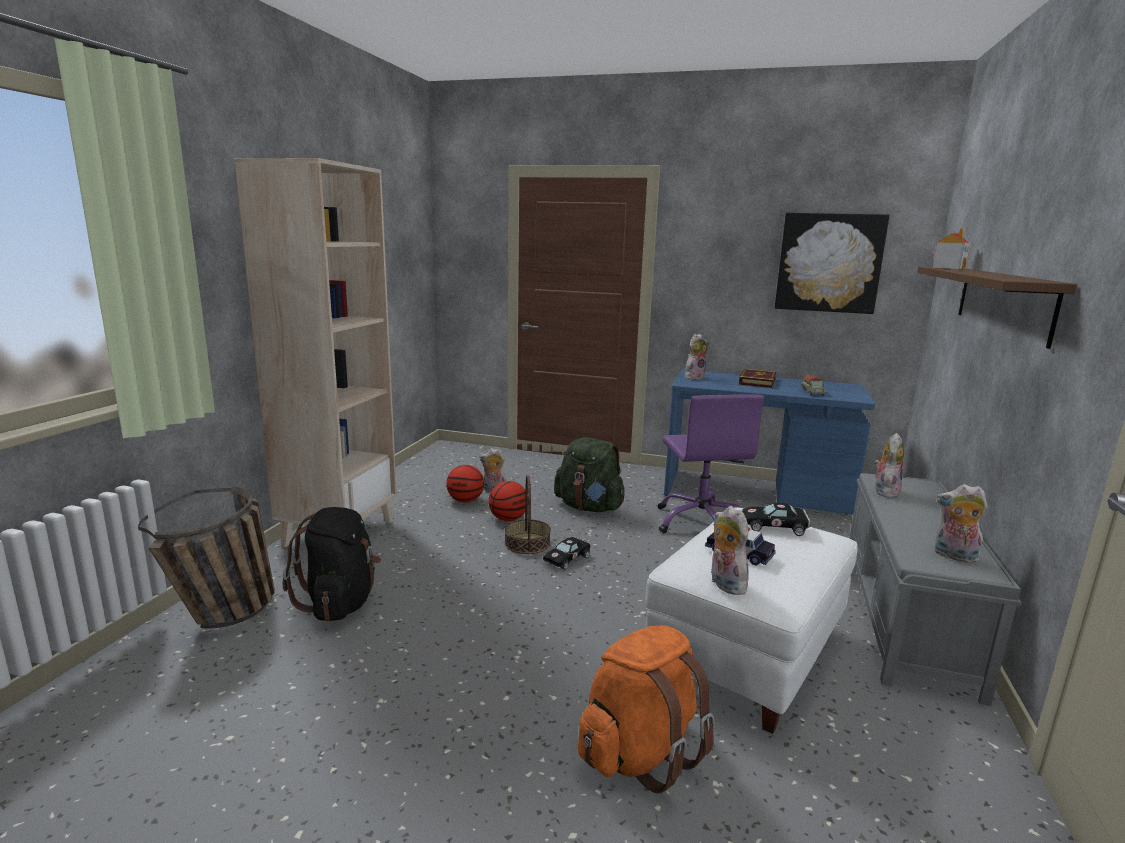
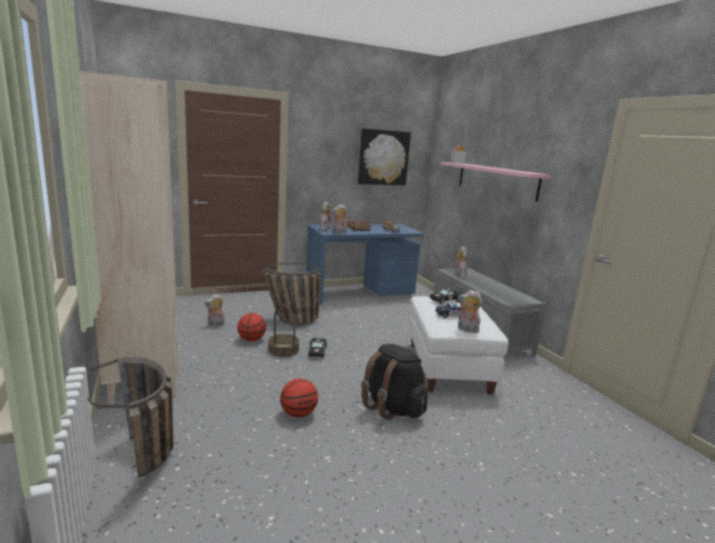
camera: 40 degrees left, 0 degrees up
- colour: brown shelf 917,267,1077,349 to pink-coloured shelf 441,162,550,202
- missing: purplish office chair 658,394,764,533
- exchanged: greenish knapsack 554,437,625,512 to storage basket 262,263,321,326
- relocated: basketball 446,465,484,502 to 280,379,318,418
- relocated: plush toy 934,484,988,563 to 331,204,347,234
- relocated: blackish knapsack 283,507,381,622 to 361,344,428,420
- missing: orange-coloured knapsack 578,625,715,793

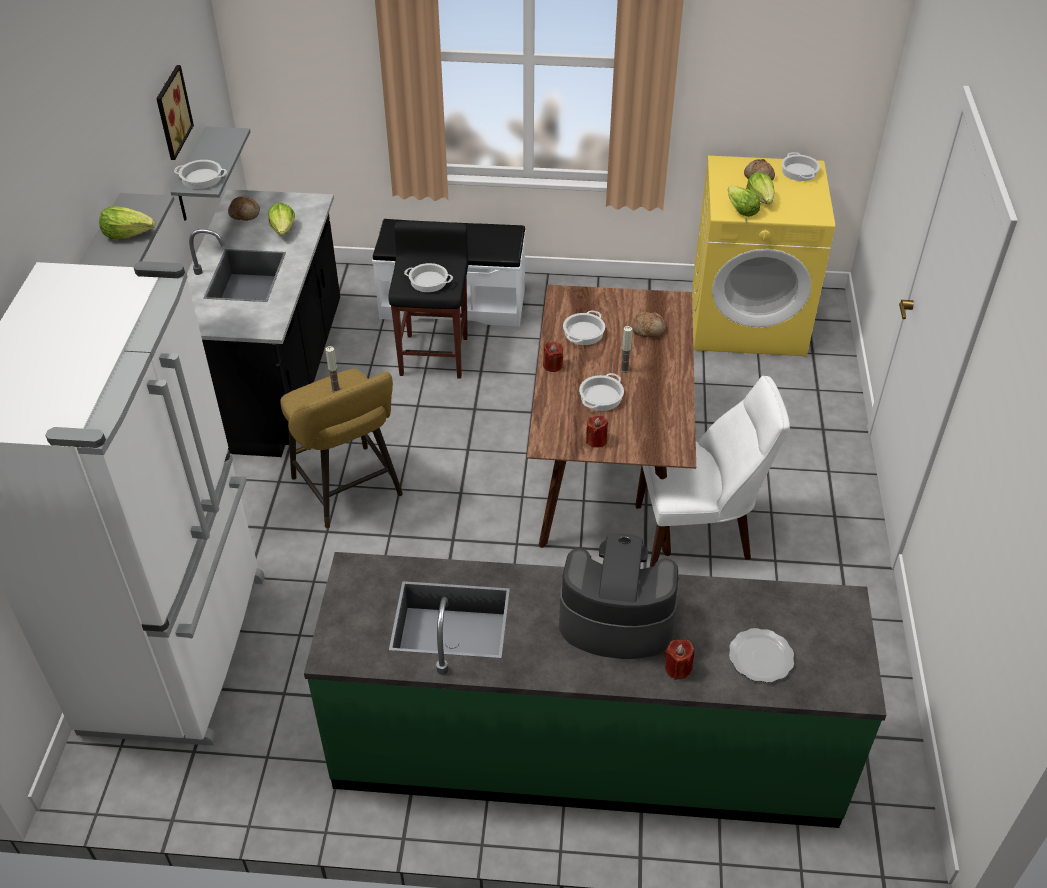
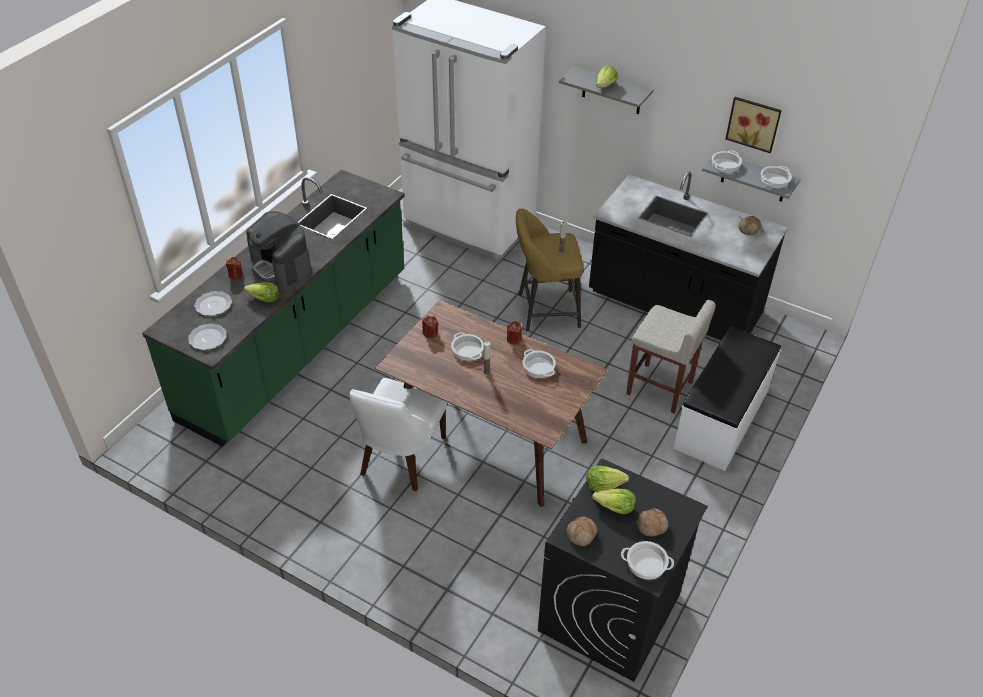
camera: 115 degrees right, 0 degrees up
- colour: yellow washing machine 692,156,835,356 to blackish washing machine 538,458,708,682
- relocated: head of lettuce 268,203,295,236 to 244,282,279,303
- colour: blackish stool seat 389,221,469,379 to beige stool seat 626,300,716,413
- relocated: saucepot 404,263,453,292 to 761,166,792,188
- relocated: baked bread 631,311,665,338 to 566,517,597,546
- spun: coffee brewer 559,533,679,659 = 246,211,311,288 105 degrees clockwise
- appeared: plate 188,323,227,350

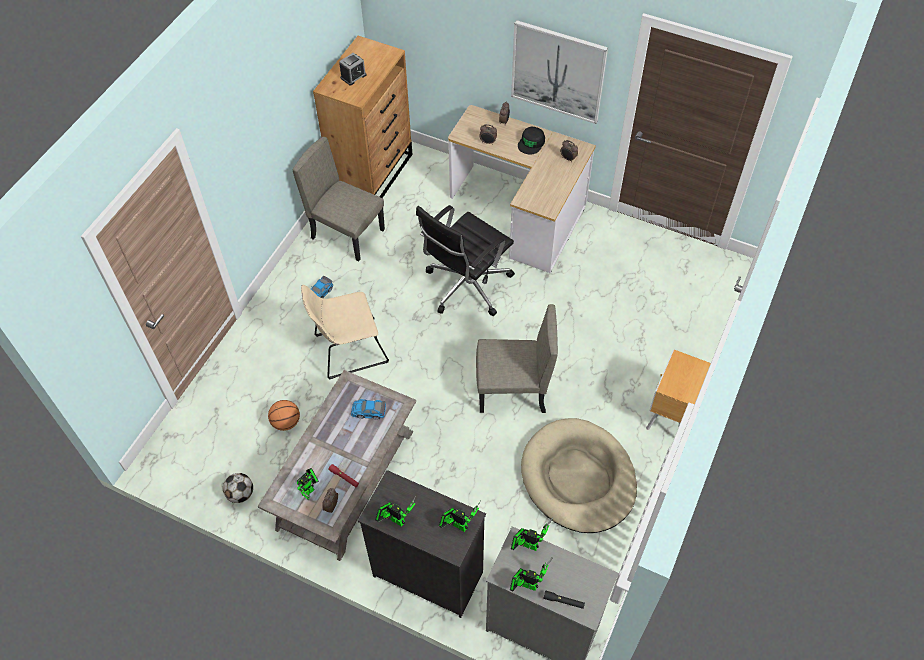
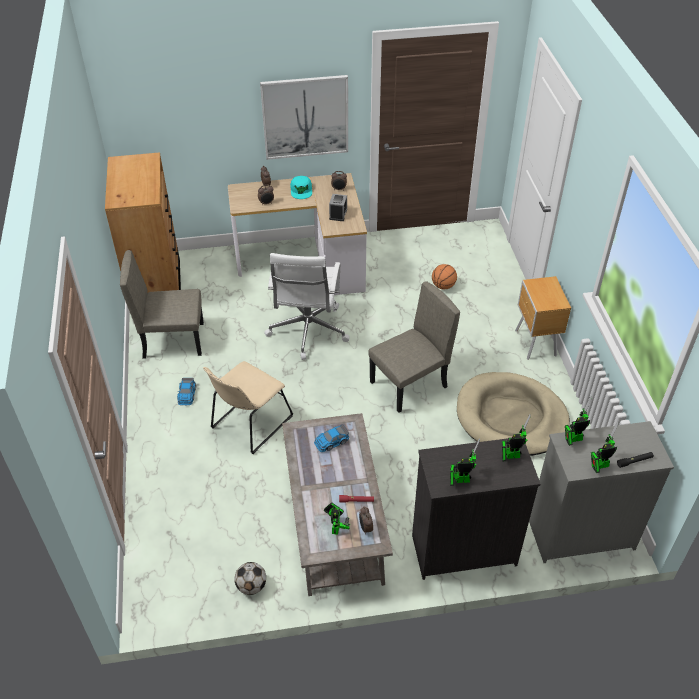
camera: 35 degrees left, 10 degrees down
- relocated: table clock 339,53,367,86 to 329,194,347,221
- colour: blackish baseball cap 518,127,545,154 to turquoise-coloured baseball cap 290,176,312,199
- colour: blackish office chair 416,205,515,316 to white office chair 264,253,350,360
- relocated: basketball 268,400,300,431 to 432,264,457,289

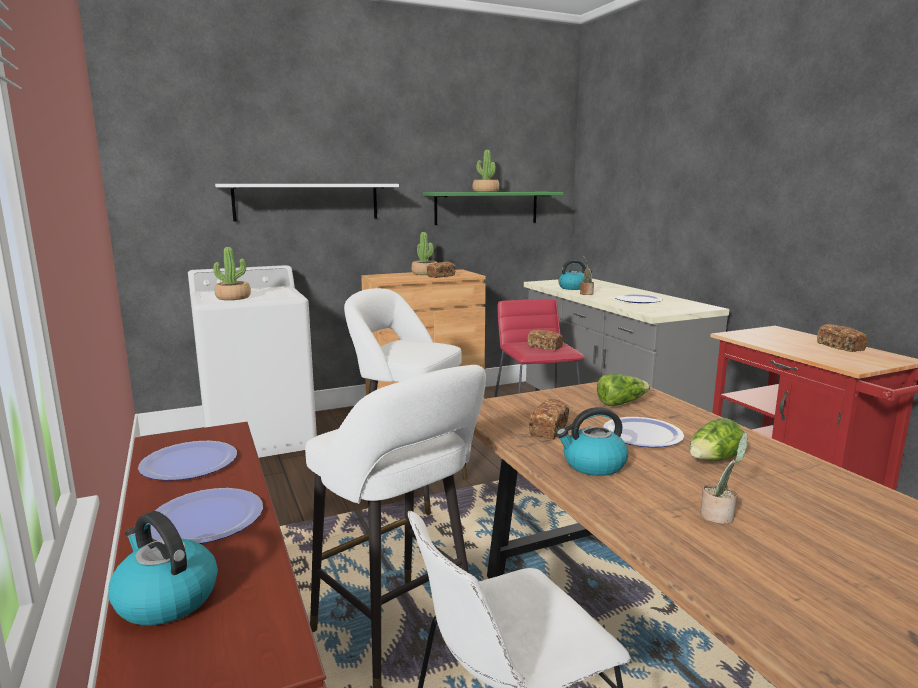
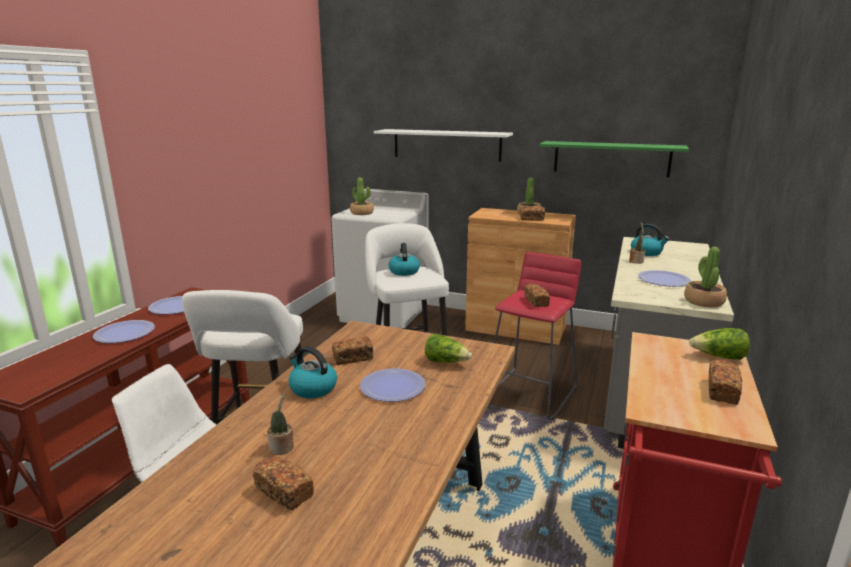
camera: 45 degrees right, 5 degrees up
- relocated: plant in a pot 473,150,499,192 to 684,247,727,307
- relocated: head of lettuce 690,418,744,461 to 689,328,750,360
- relocated: kettle 108,511,218,625 to 389,243,420,276
- appeared: baked bread 253,456,314,510

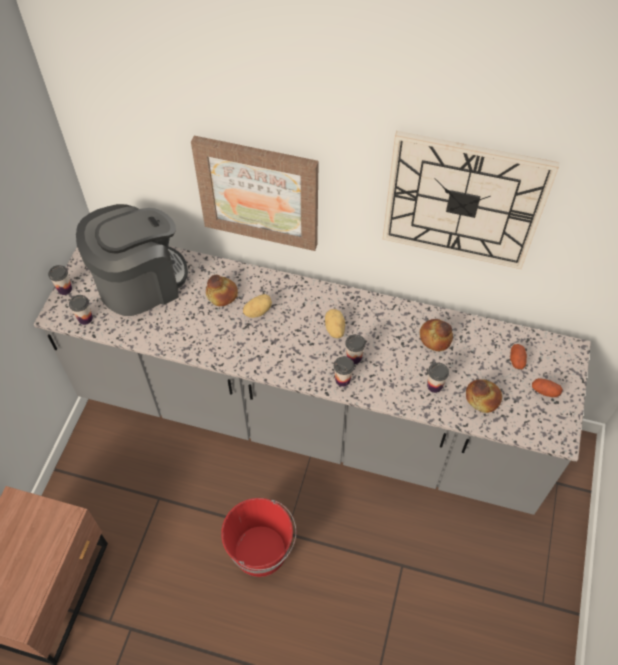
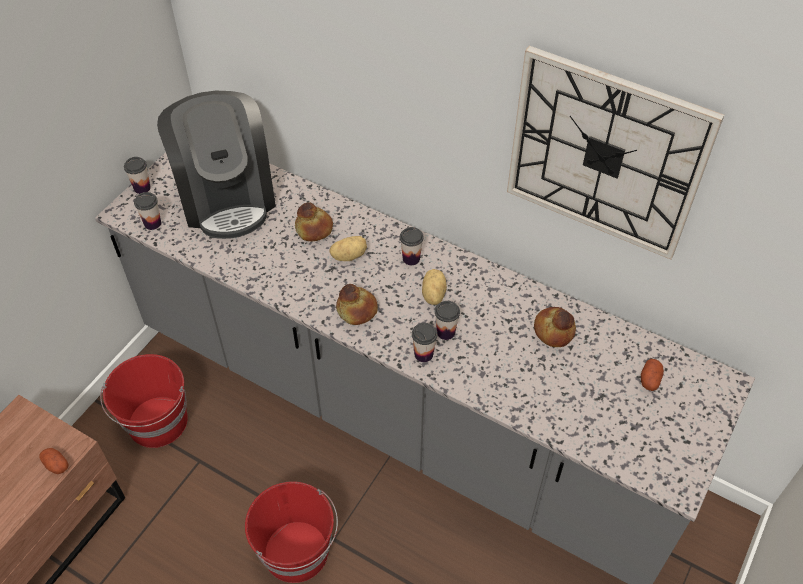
camera: 15 degrees right, 5 degrees down
- missing: picture 191,136,319,251
- spun: coffee brewer 76,204,188,316 = 157,91,276,239 90 degrees clockwise
- relocated: small cup 427,363,449,393 to 400,227,424,265
- relocated: spud 532,378,563,397 to 39,448,69,474
- relocated: baked bread 466,379,502,413 to 336,284,378,325
- appeared: red bucket 100,354,188,448

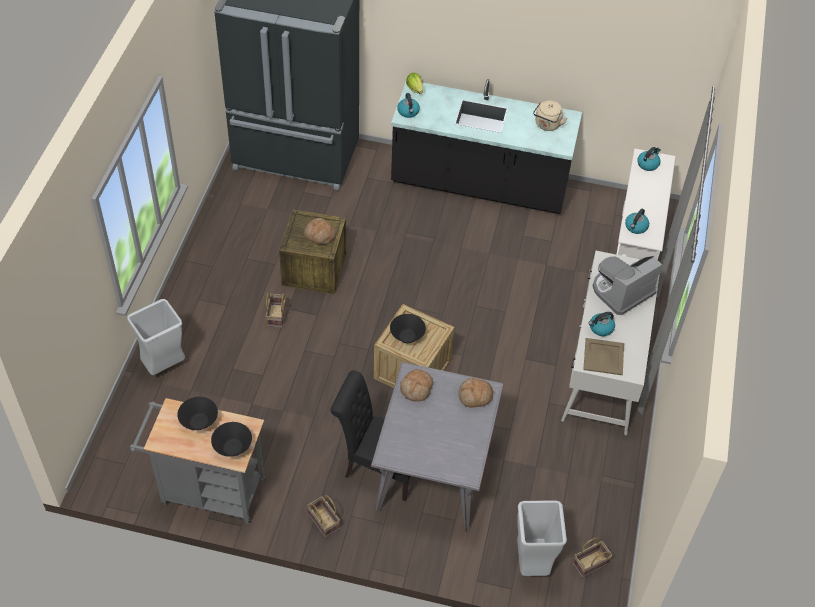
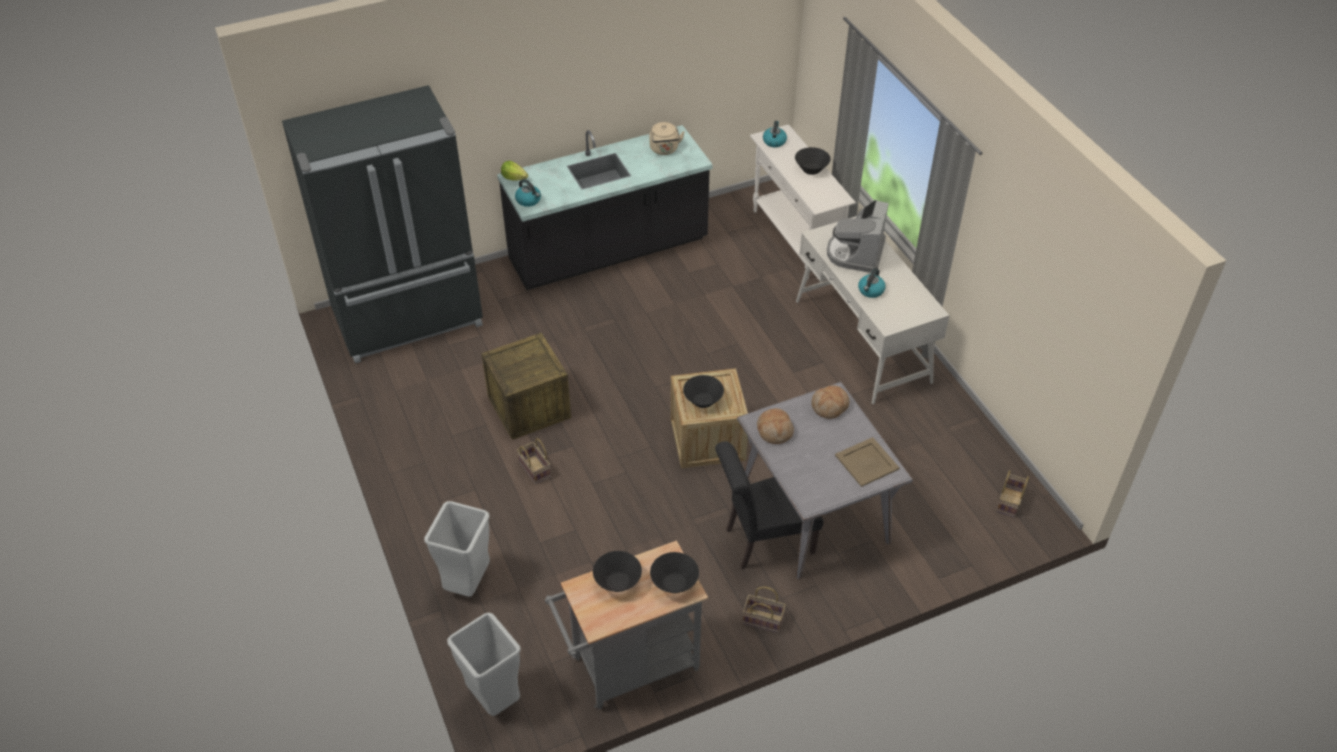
camera: 35 degrees left, 5 degrees down
- missing: kettle 625,209,649,234
- missing: baked bread 304,218,335,244
- relocated: beige tray 583,338,624,375 to 835,437,900,487
- relocated: gray rubbish bin 517,501,567,576 to 447,613,521,716
- appeared: blackish bowl 795,147,831,175

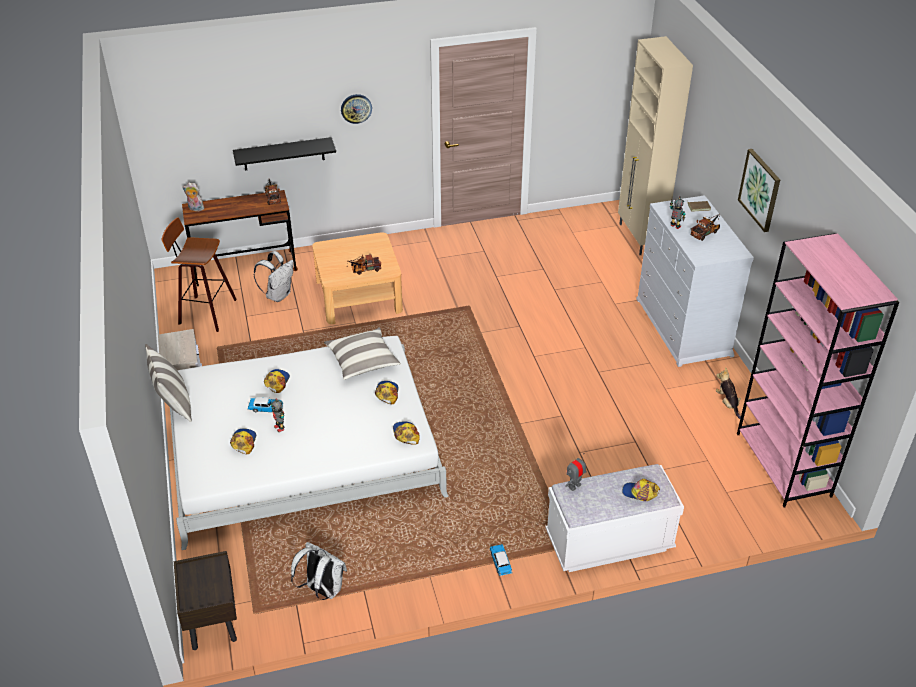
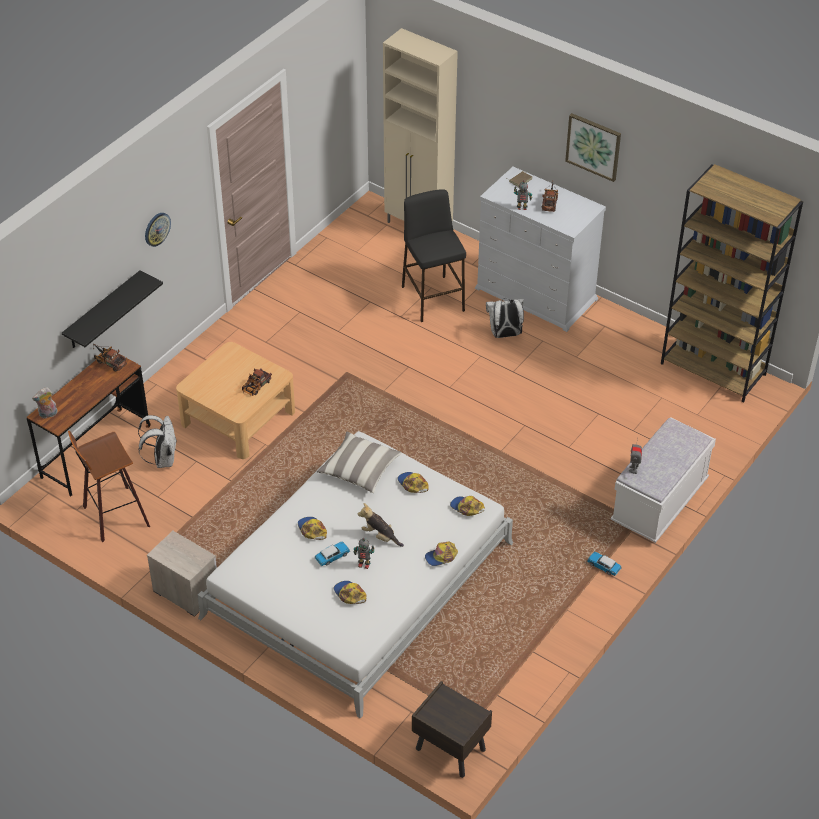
camera: 40 degrees left, 5 degrees up
- colour: pink-coloured shelving unit 737,233,899,507 to brown shelving unit 661,164,803,403
- missing: cushion 145,344,192,422
- relocated: plush toy 716,367,741,419 to 358,503,404,547
- relocated: baseball cap 622,479,660,501 to 425,542,458,566
- relocated: white knapsack 291,542,347,600 to 486,298,524,338
- appeared: blackish stool seat 402,189,466,322

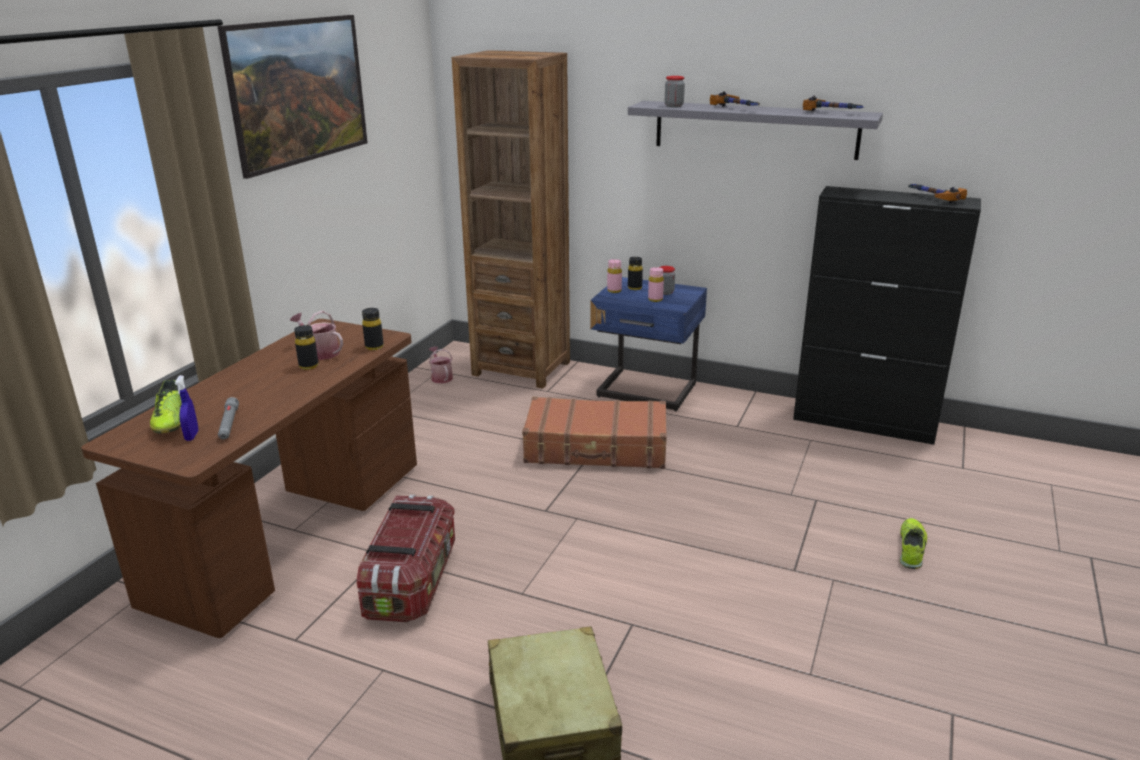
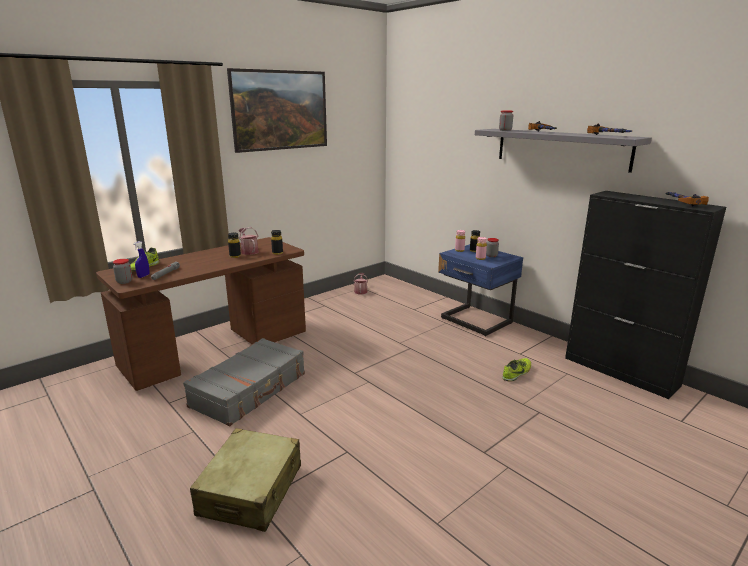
camera: 25 degrees right, 5 degrees down
- missing: brown shelving unit 452,50,570,388
- missing: brown travel case 522,397,667,469
- exchanged: storage bin 357,495,455,622 to gray travel case 183,338,305,426
- relocated: low shoe 900,518,927,569 to 502,358,531,382
- appeared: storage jar 113,259,133,284

